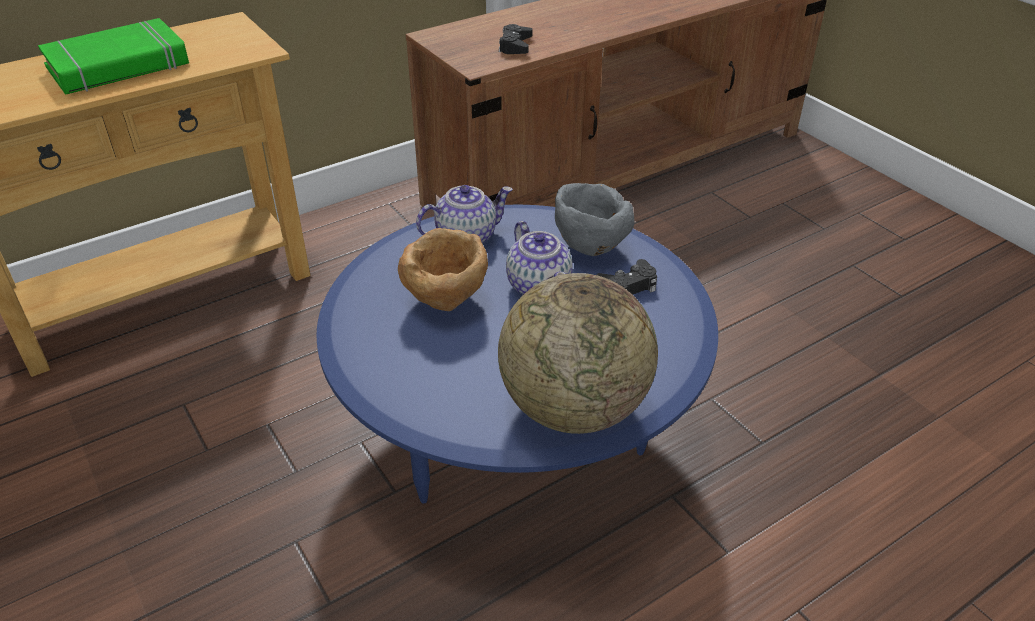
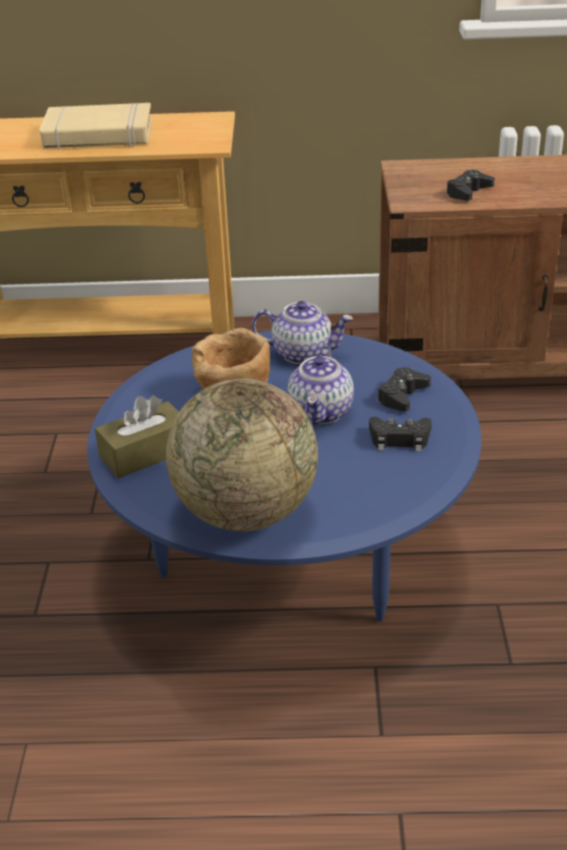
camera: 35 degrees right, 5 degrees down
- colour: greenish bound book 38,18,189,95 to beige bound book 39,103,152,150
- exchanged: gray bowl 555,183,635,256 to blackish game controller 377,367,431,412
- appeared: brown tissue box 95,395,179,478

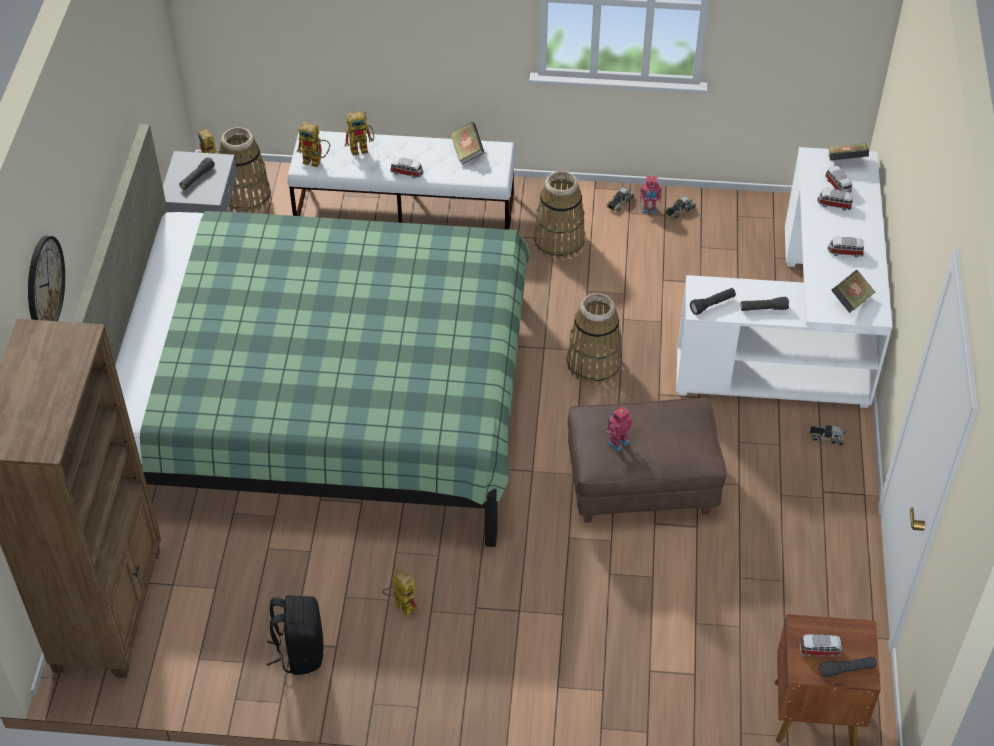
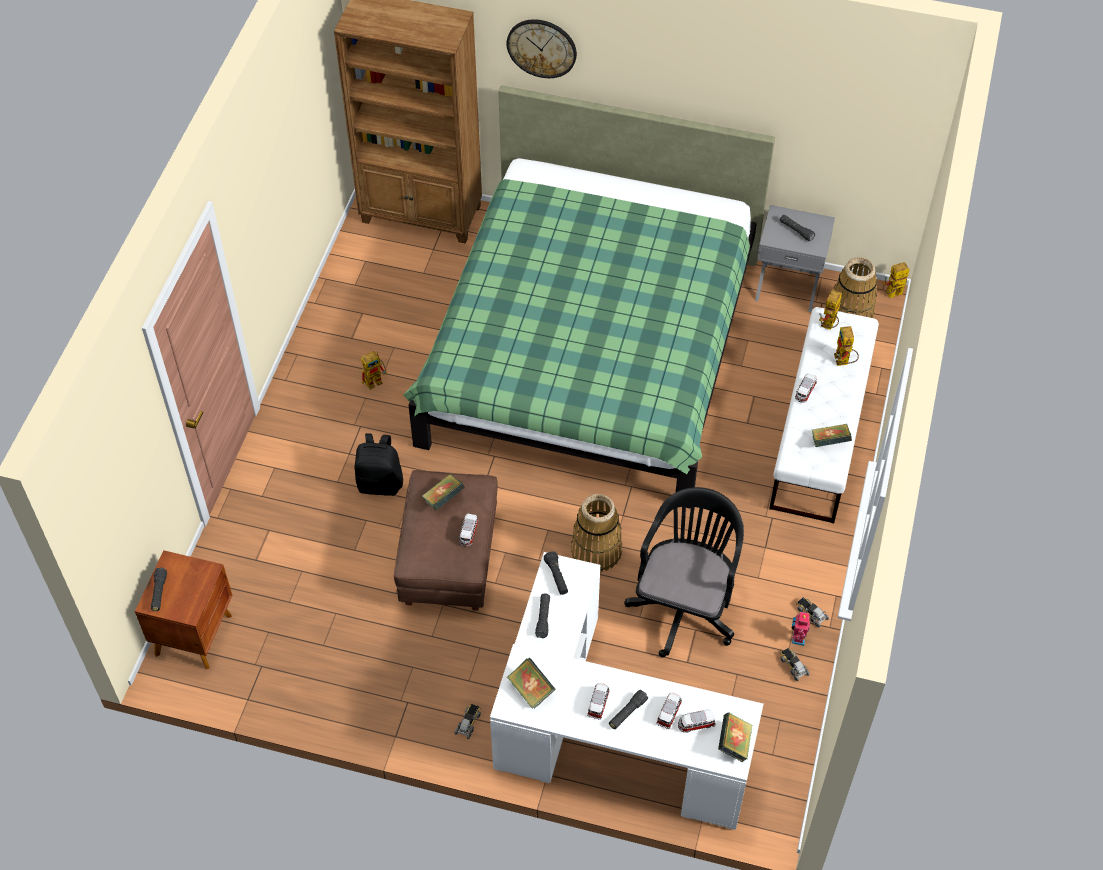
camera: 100 degrees right, 5 degrees up
- missing: storage basket 534,171,585,259
- exchanged: toy robot 605,406,633,451 to bound book 422,474,465,510
- relocated: blackish knapsack 267,596,323,675 to 354,433,403,496
- relocated: model car 799,634,843,657 to 459,514,479,546
- appeared: blackish office chair 624,487,744,657
- appeared: blackish flashlight 609,690,648,729

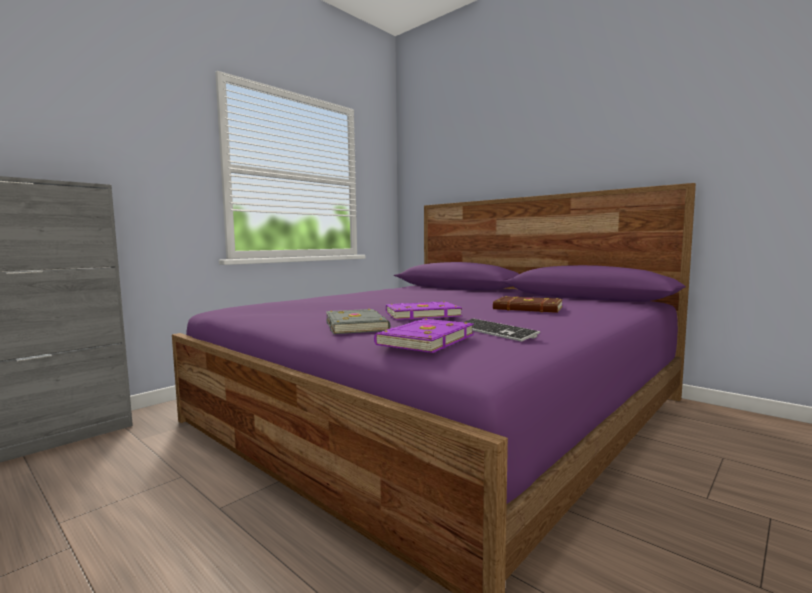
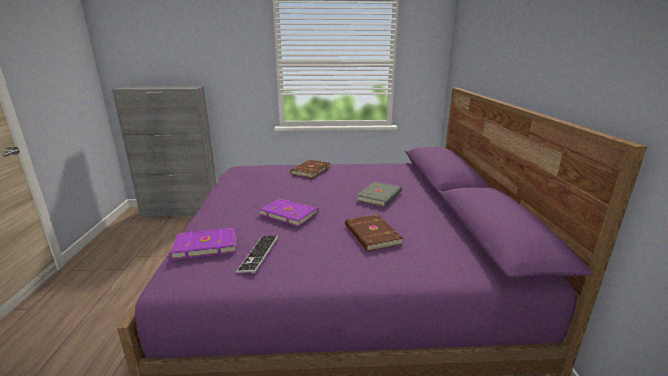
camera: 45 degrees right, 15 degrees up
- relocated: gray bound book 326,309,390,334 to 356,182,402,207
- appeared: brown bound book 290,160,330,178

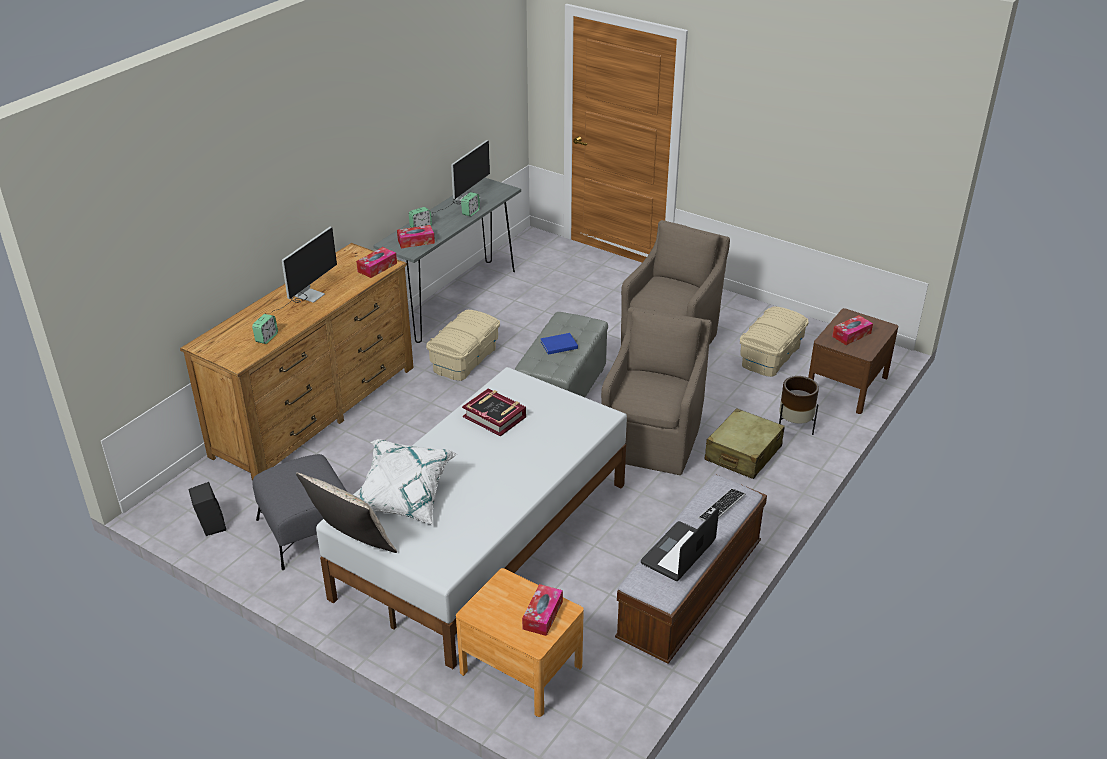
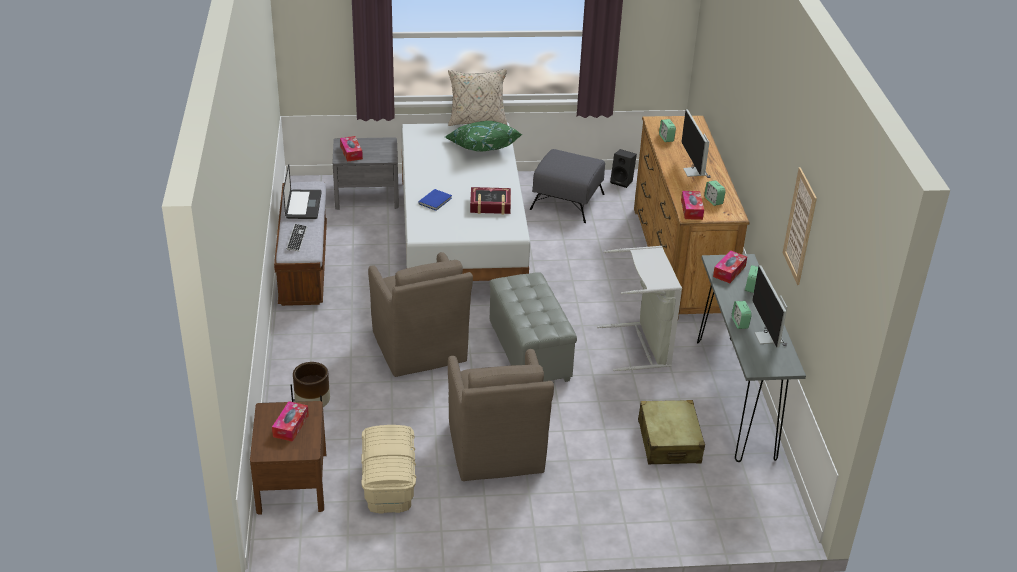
camera: 140 degrees right, 0 degrees up
- exchanged: beige storage bin 426,310,500,381 to gray washing basket 597,246,682,371
- relocated: blue-coloured bound book 540,333,578,355 to 419,189,452,211
- relocated: beige travel case 705,408,785,479 to 638,400,705,465
- colour: white cushion 356,439,457,525 to greenish cushion 445,121,522,152
- colour: brown night table 456,568,584,717 to gray night table 333,137,399,210
- appeared: picture 783,167,817,285
- appeared: table clock 704,180,726,206

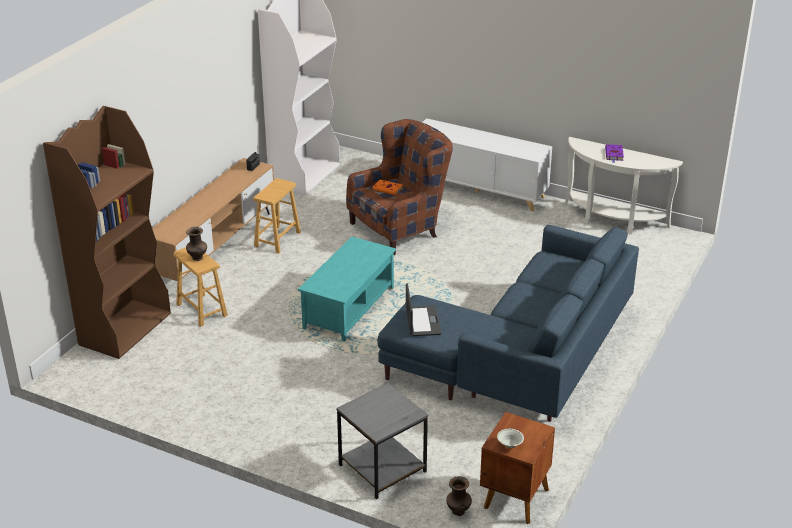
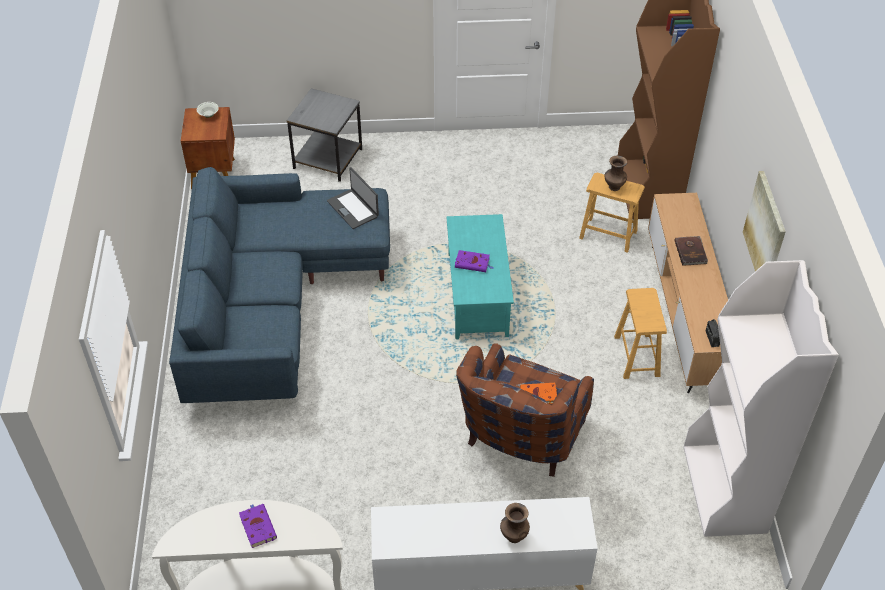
camera: 150 degrees right, 15 degrees up
- relocated: brown decorative vase 446,476,472,516 to 500,503,530,543
- appeared: picture 743,171,786,271
- appeared: brown bound book 675,236,708,266
- appeared: purplish bound book 455,250,494,272

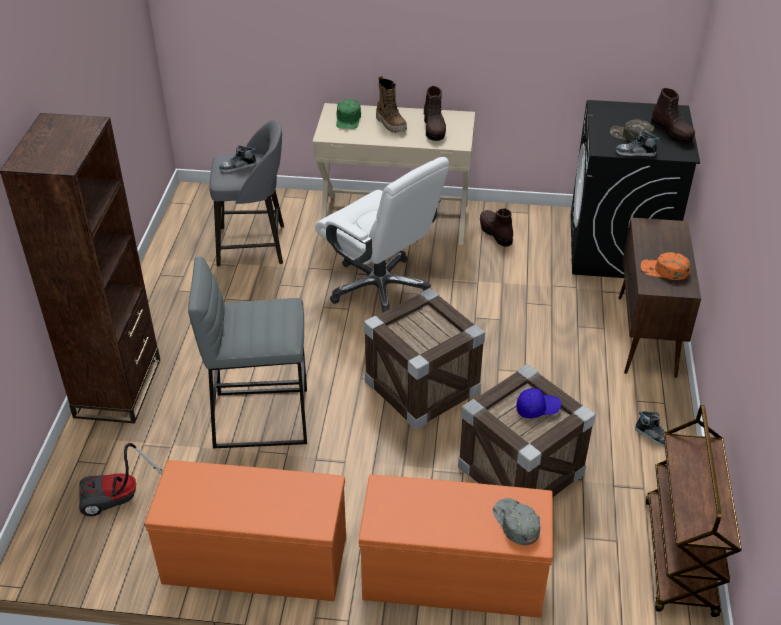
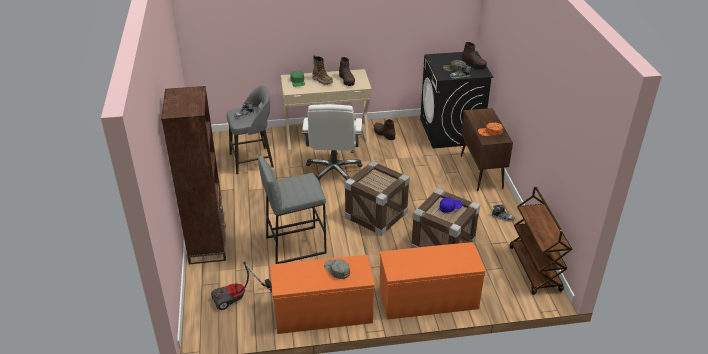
camera: 15 degrees left, 5 degrees down
- spun: white office chair 315,157,449,312 = 302,104,363,181 60 degrees clockwise
- relocated: gray baseball cap 493,498,540,545 to 324,259,350,279

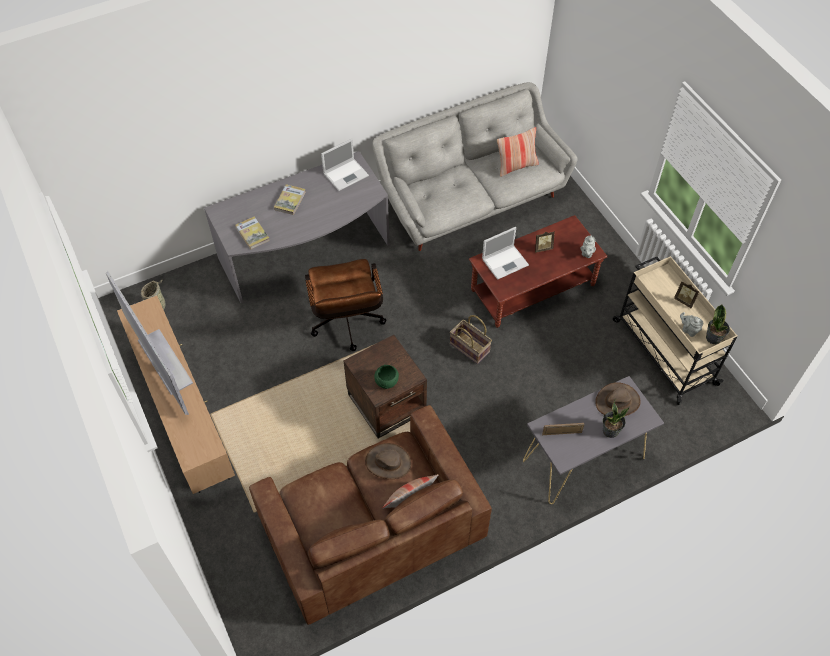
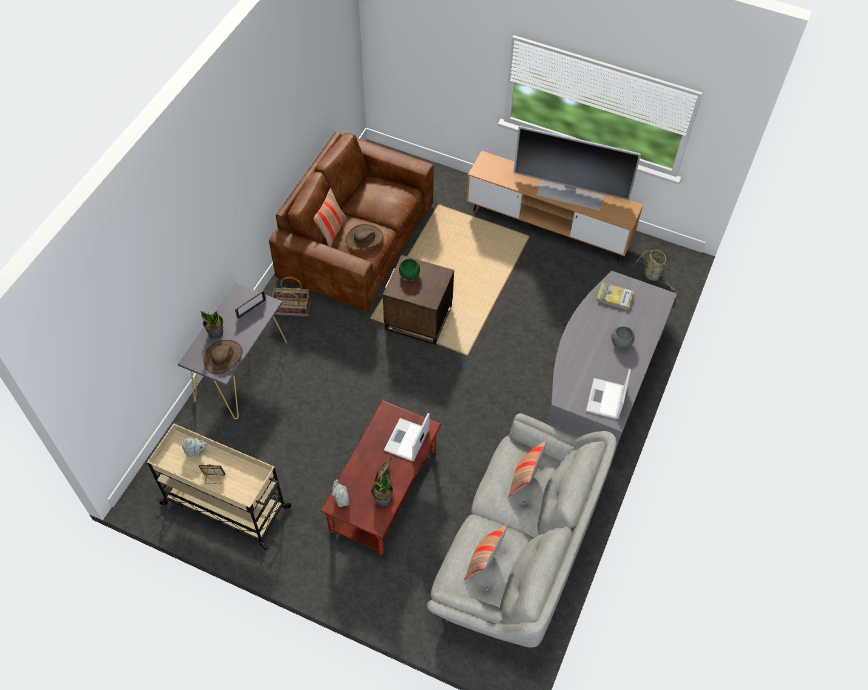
camera: 140 degrees right, 0 degrees up
- exchanged: bound book 274,184,306,215 to gray bowl 611,326,635,349
- missing: brown office chair 305,259,386,351
- relocated: plant in a pot 706,305,730,344 to 371,470,393,506
- relocated: storage basket 450,315,492,364 to 272,277,310,317
- appeared: cushion 508,440,547,497

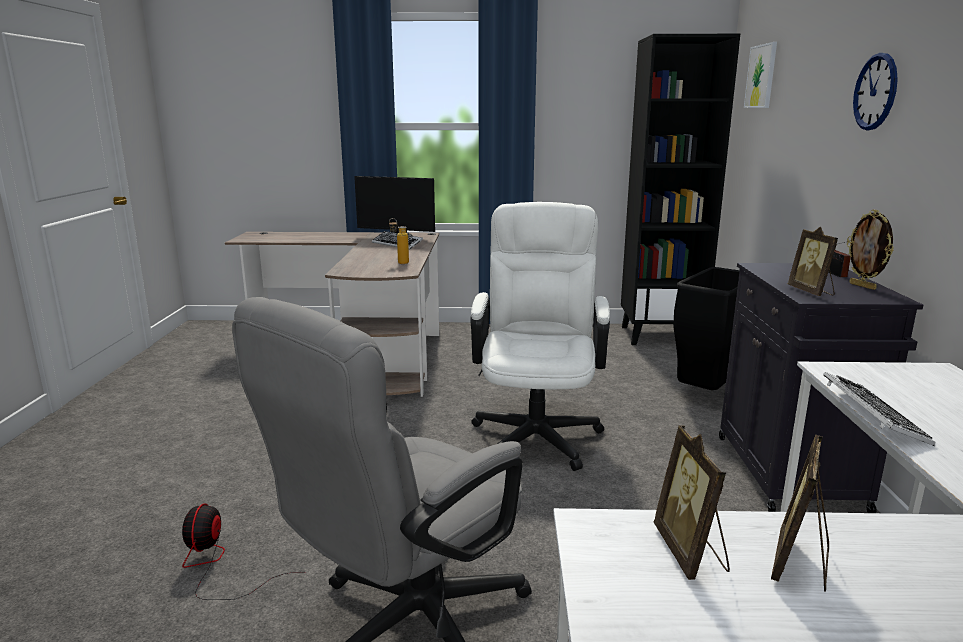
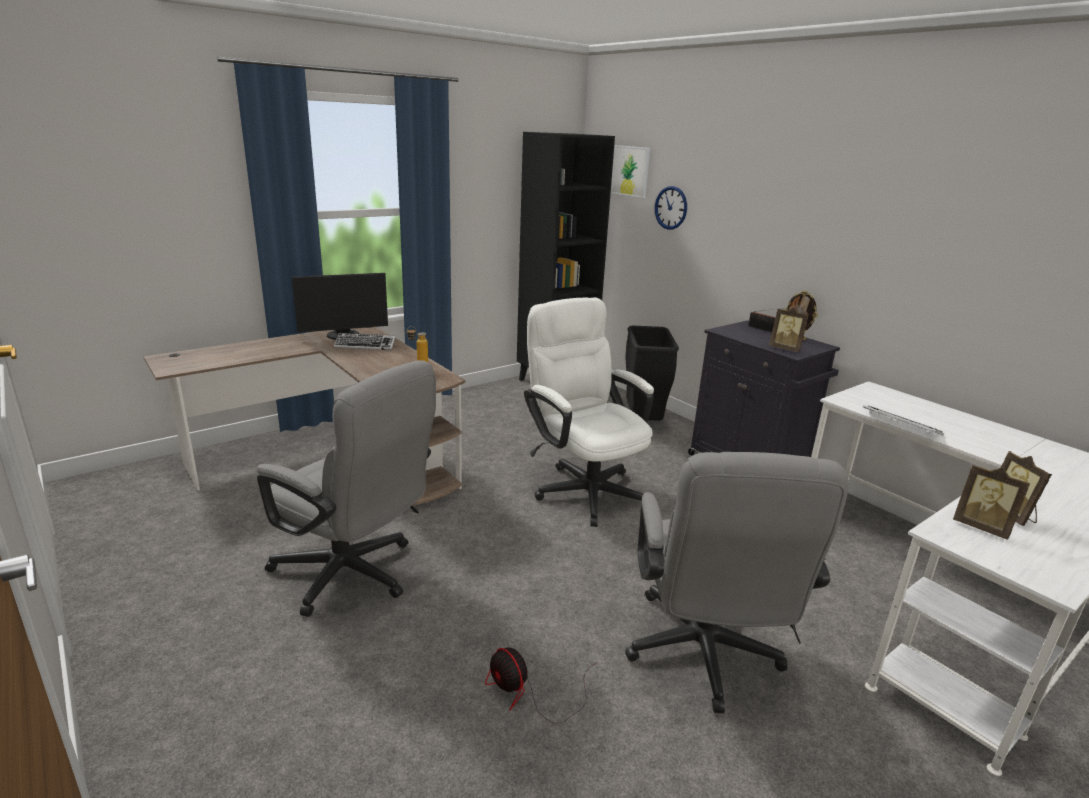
camera: 40 degrees left, 5 degrees up
- relocated: hanging clock 853,53,898,130 to 655,186,687,230
- appeared: gray office chair 257,360,436,617

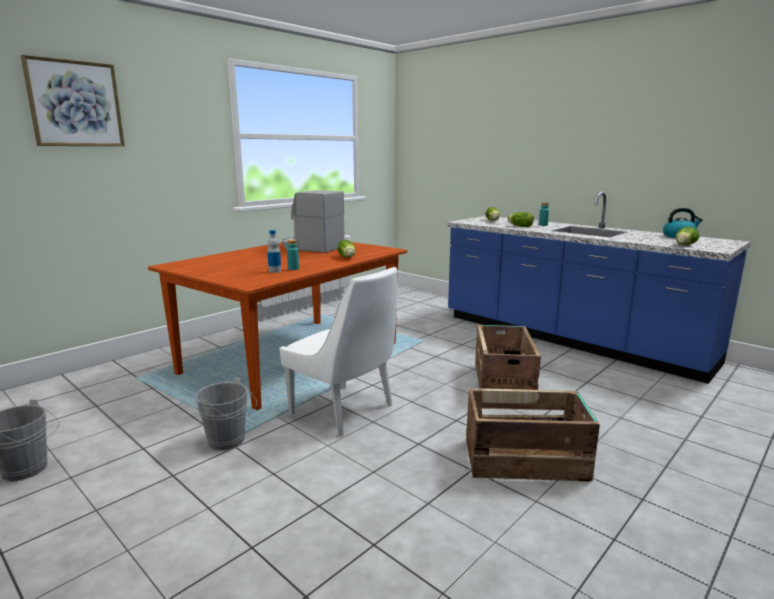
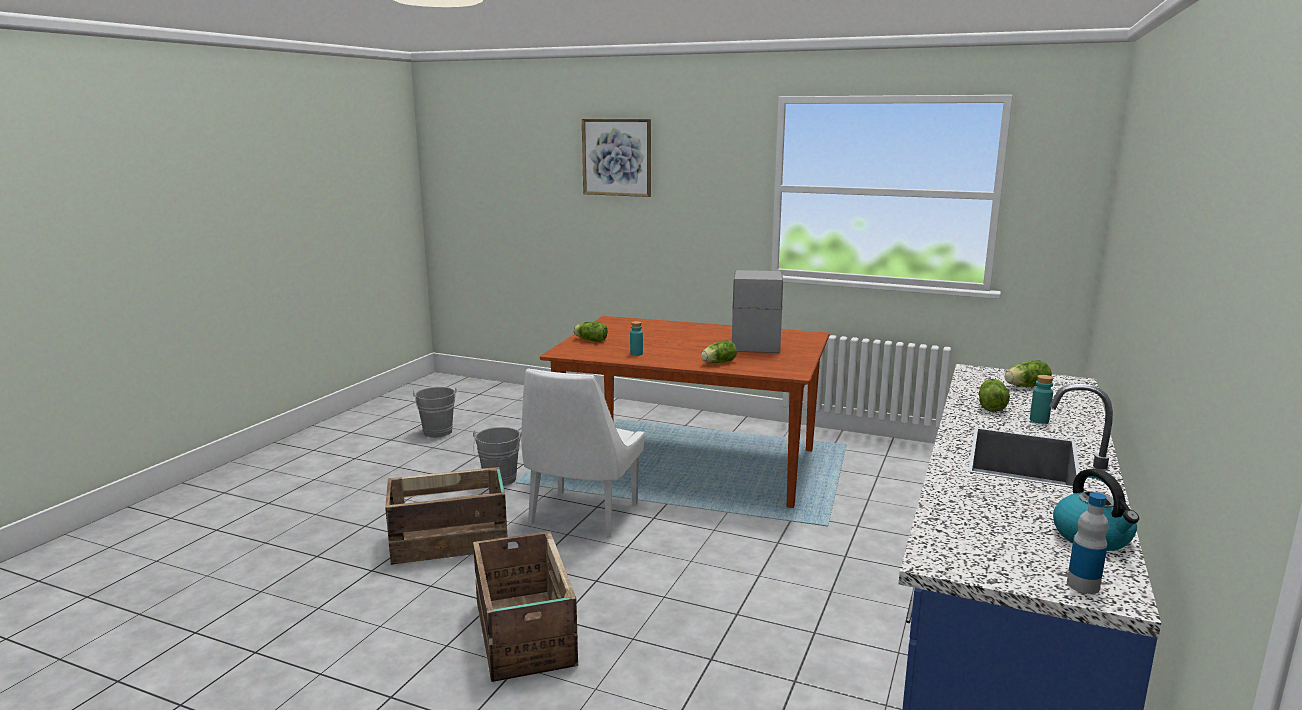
camera: 70 degrees right, 0 degrees up
- relocated: head of lettuce 675,227,699,245 to 573,322,607,342
- relocated: drink bottle 267,230,281,273 to 1067,492,1109,594
- relocated: crate 475,325,541,390 to 385,467,508,565

